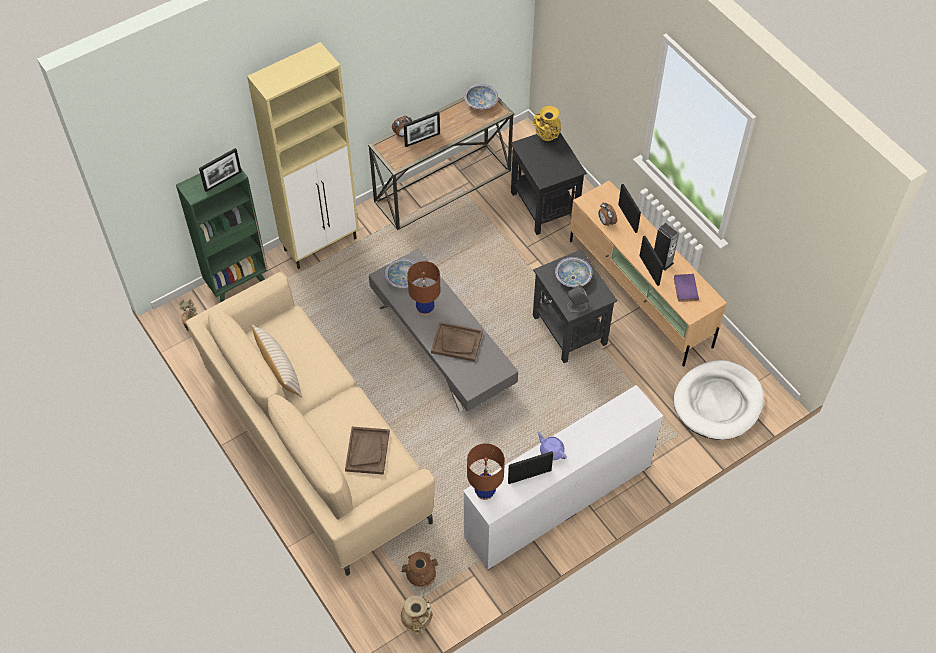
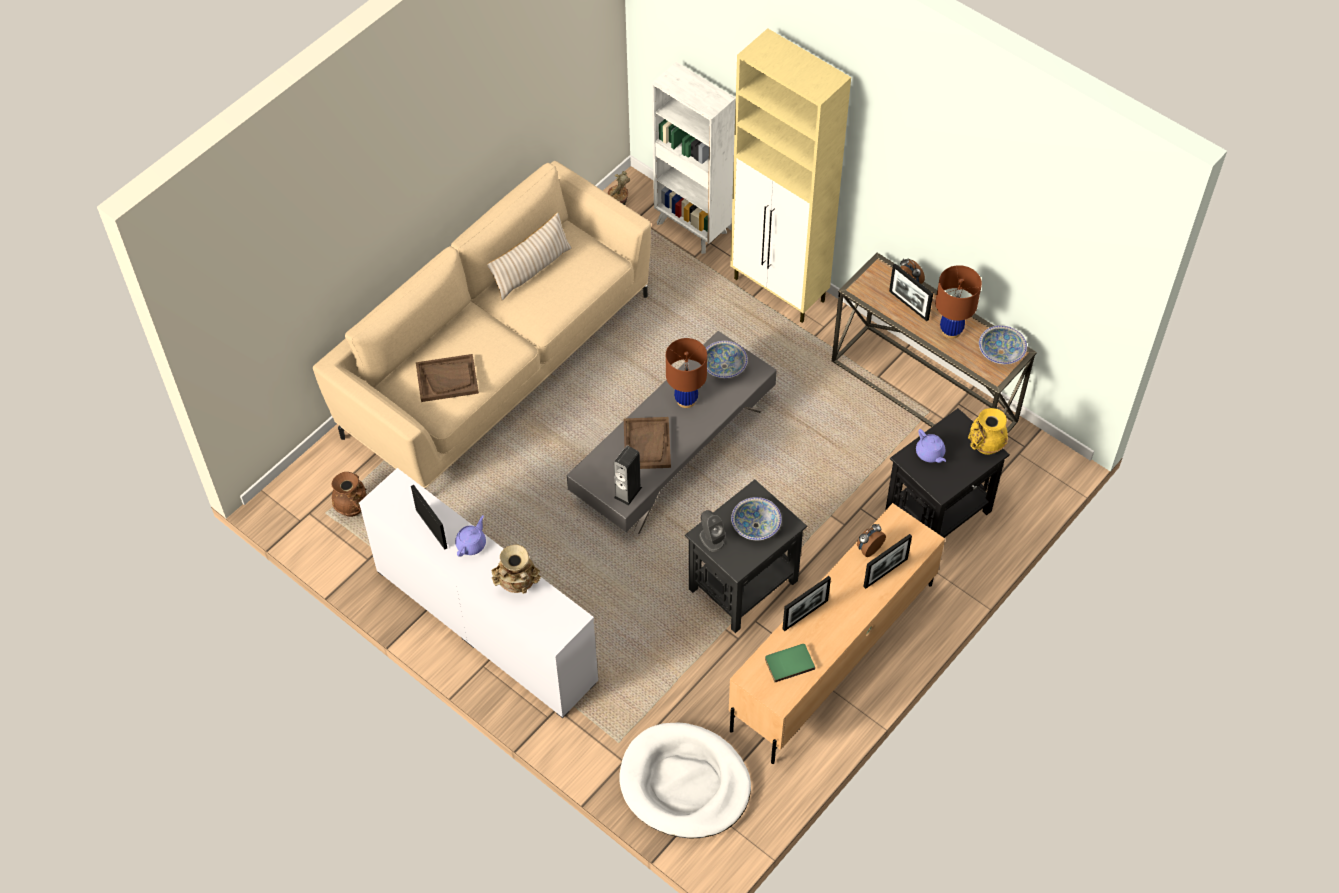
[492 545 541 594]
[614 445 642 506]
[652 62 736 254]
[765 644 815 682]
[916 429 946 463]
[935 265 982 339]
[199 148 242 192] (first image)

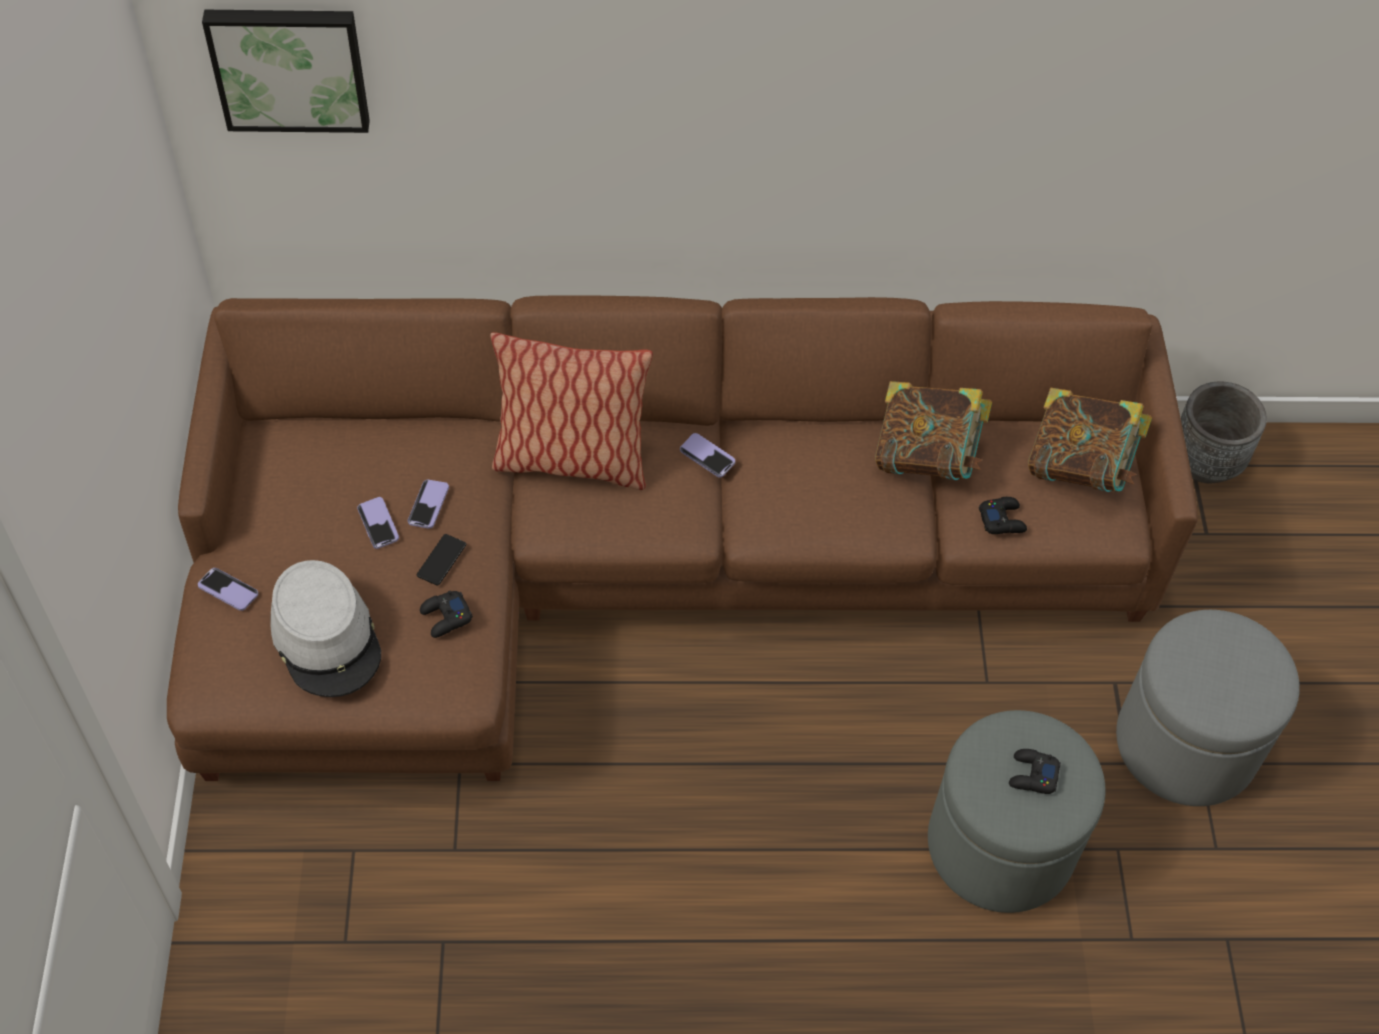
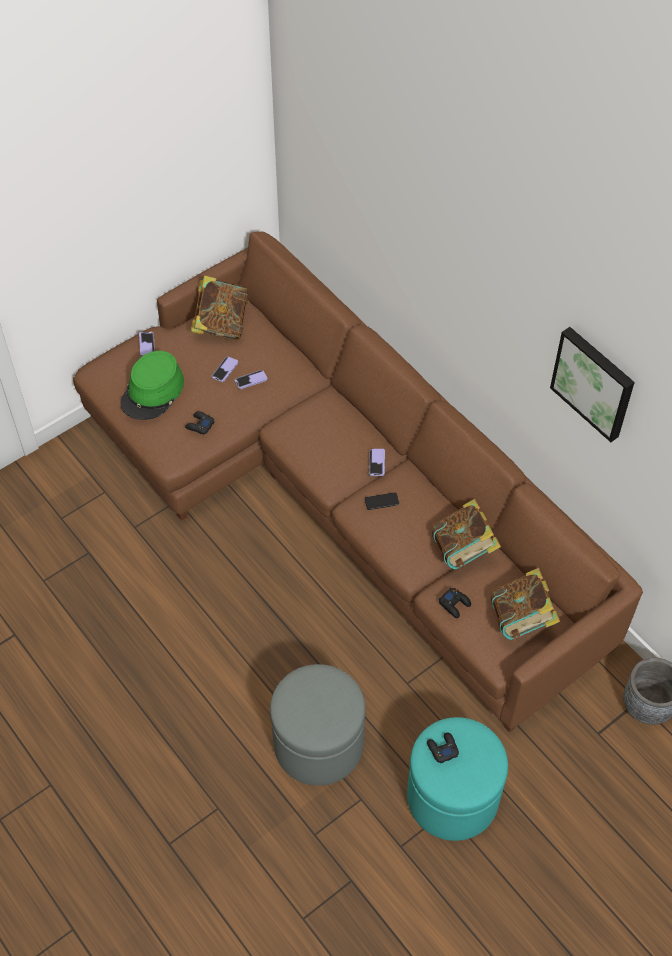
[121 351 184 420]
[190 275 248 341]
[365 492 399 510]
[407 717 508 841]
[427 733 459 763]
[550 327 635 442]
[490 332 653 490] (first image)

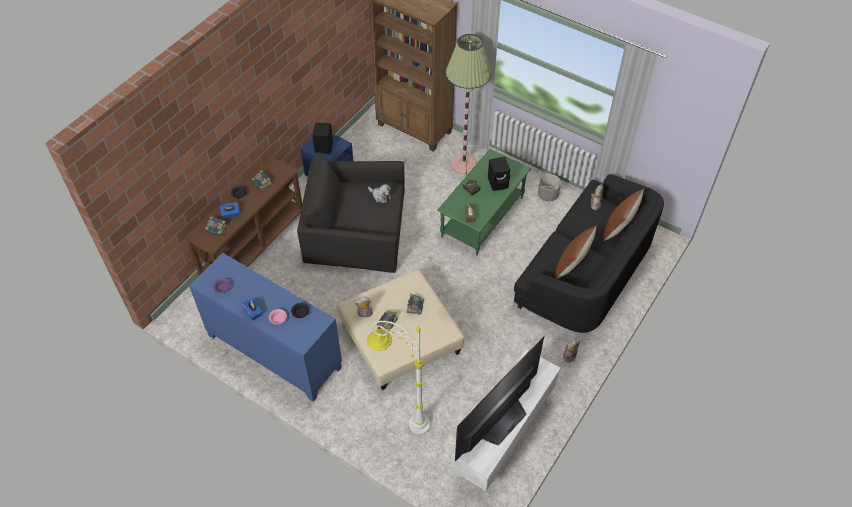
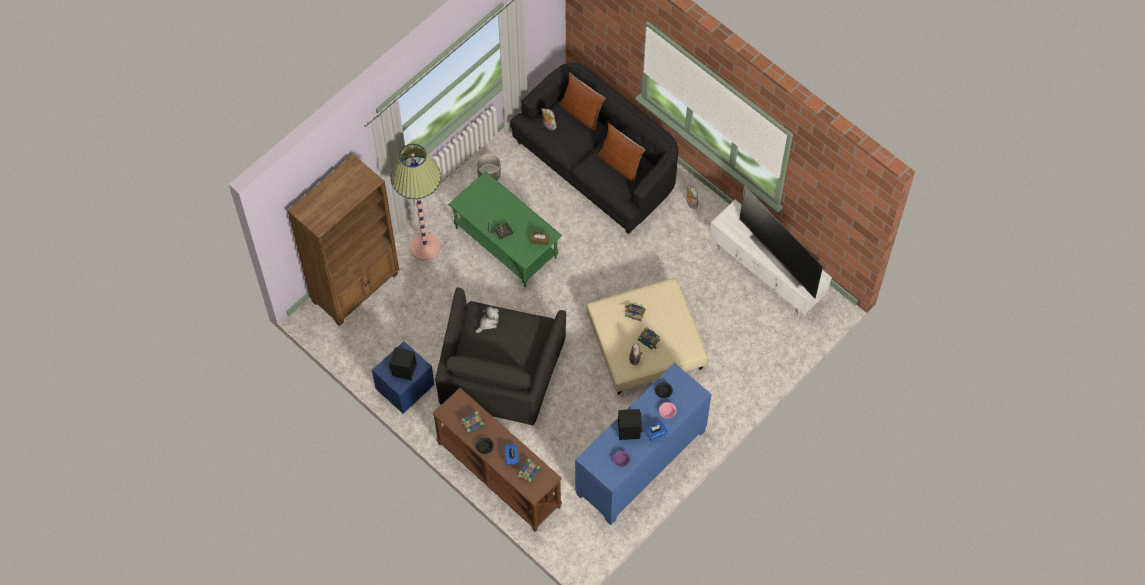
[618 409 642 440]
[367 321 430 435] (first image)

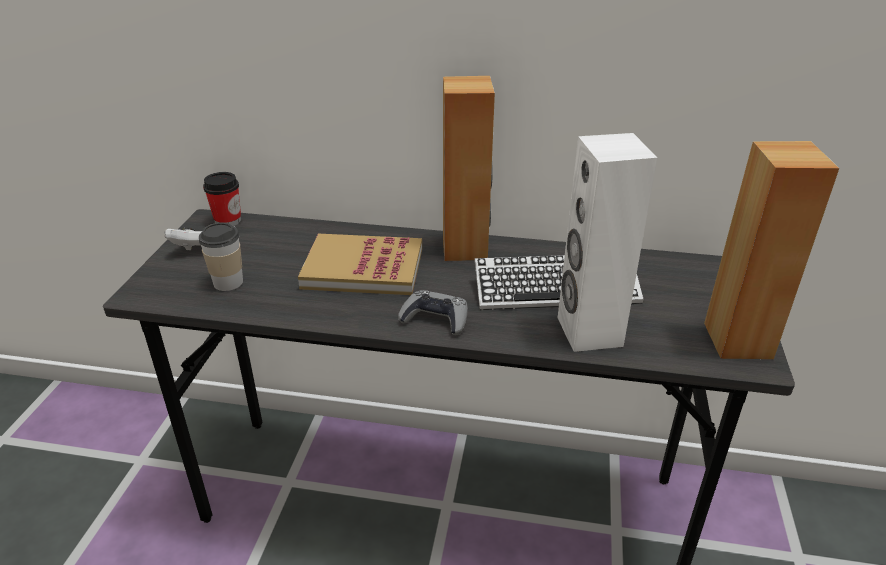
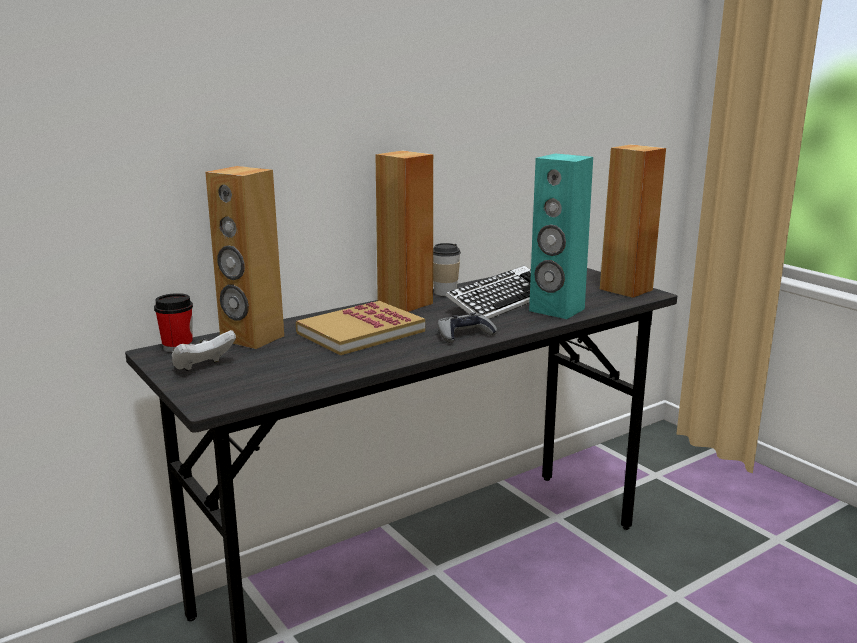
[205 166 284 349]
[433 243 461 296]
[529 153 593 319]

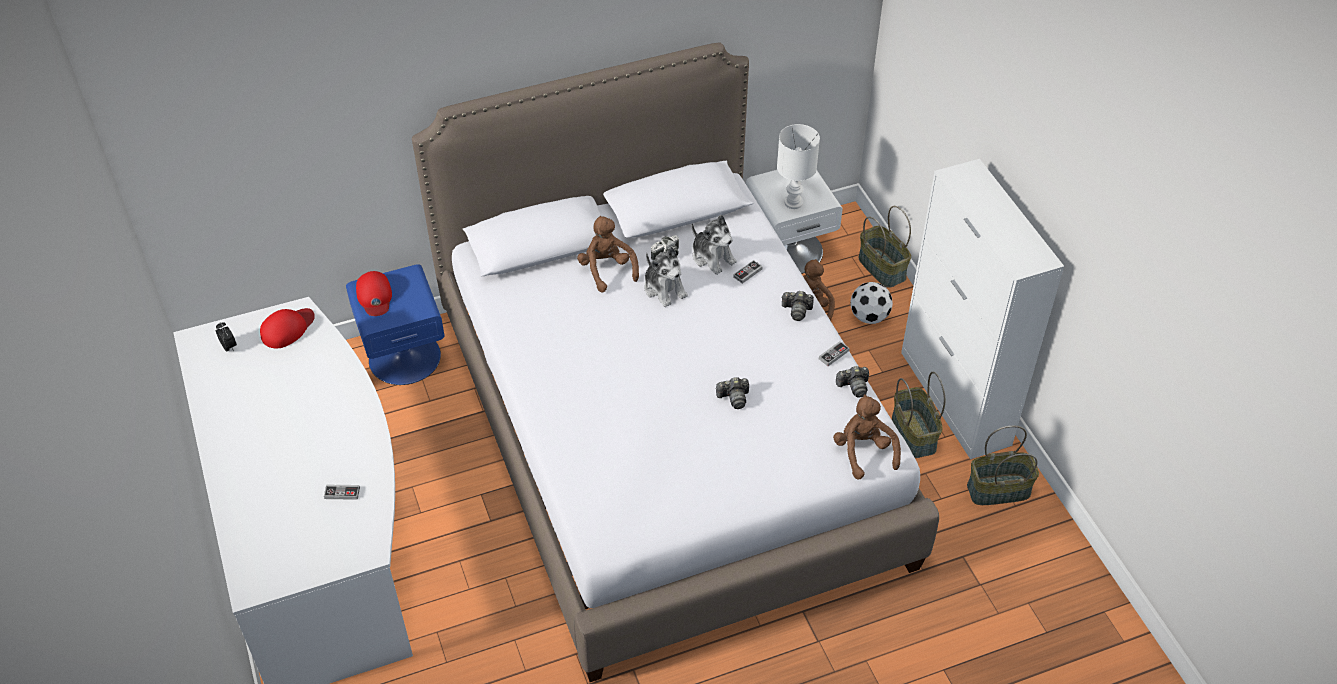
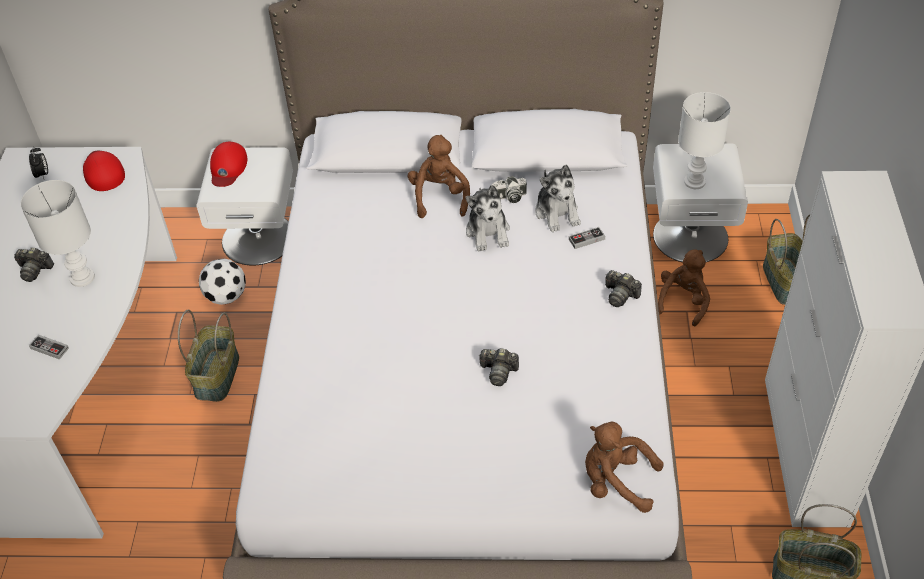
[14 247 54 282]
[21 180 95 287]
[83 151 125 191]
[178 310 239 402]
[196 147 293 266]
[199 259 246 305]
[585 422 664 513]
[819 341 849 366] (first image)

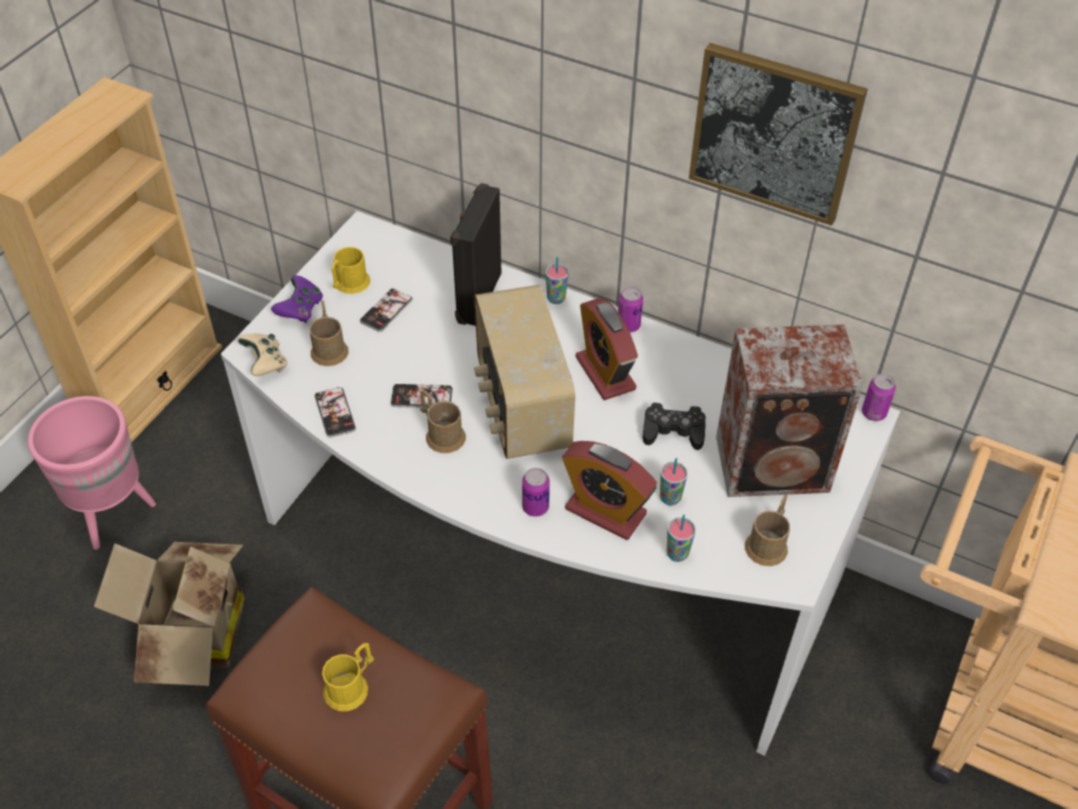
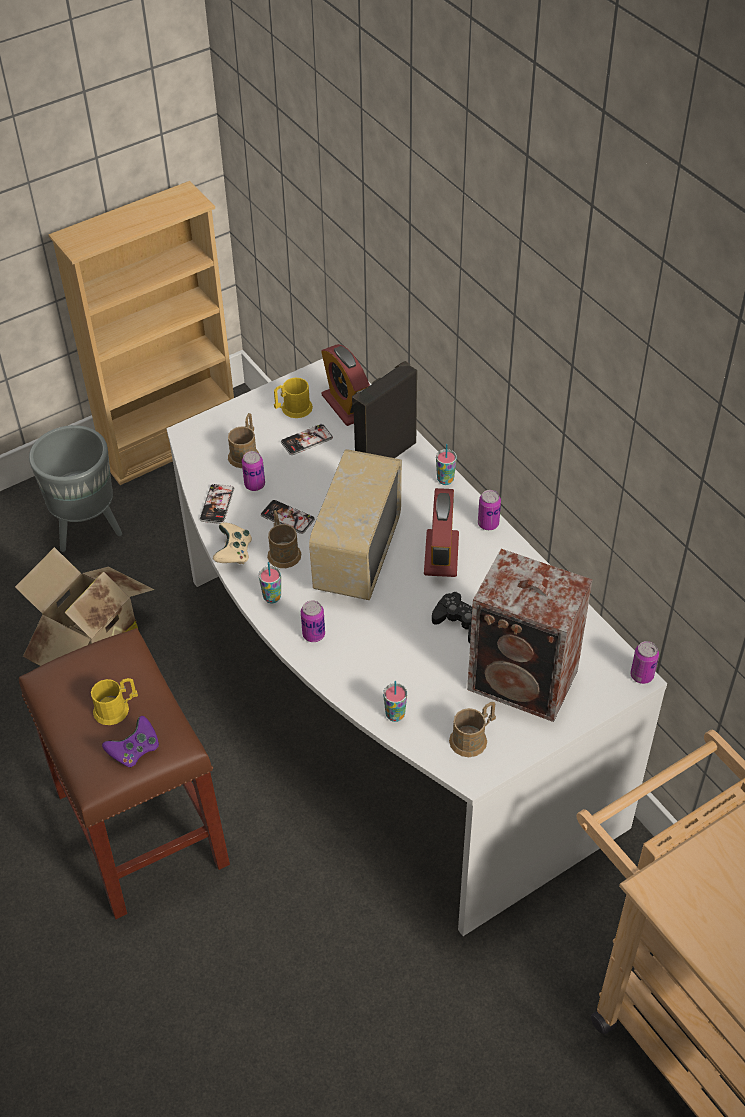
[29 425 122 552]
[102 716 159 767]
[213 522 252 564]
[242 451 265 491]
[259 562 281 603]
[321 344 370 426]
[689 43 868 226] (first image)

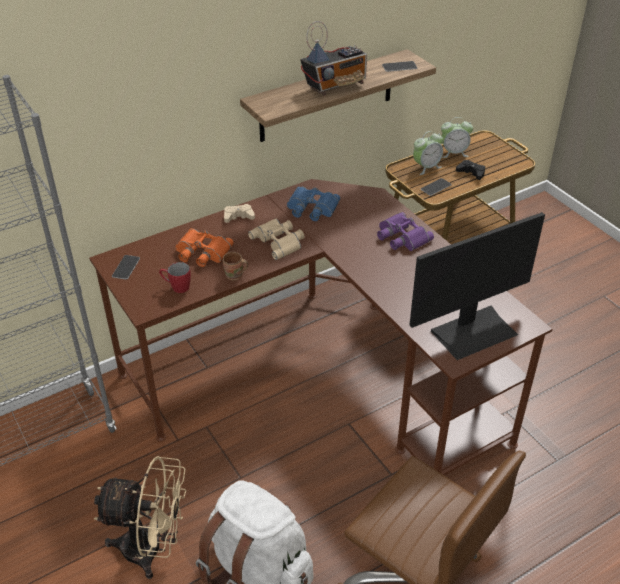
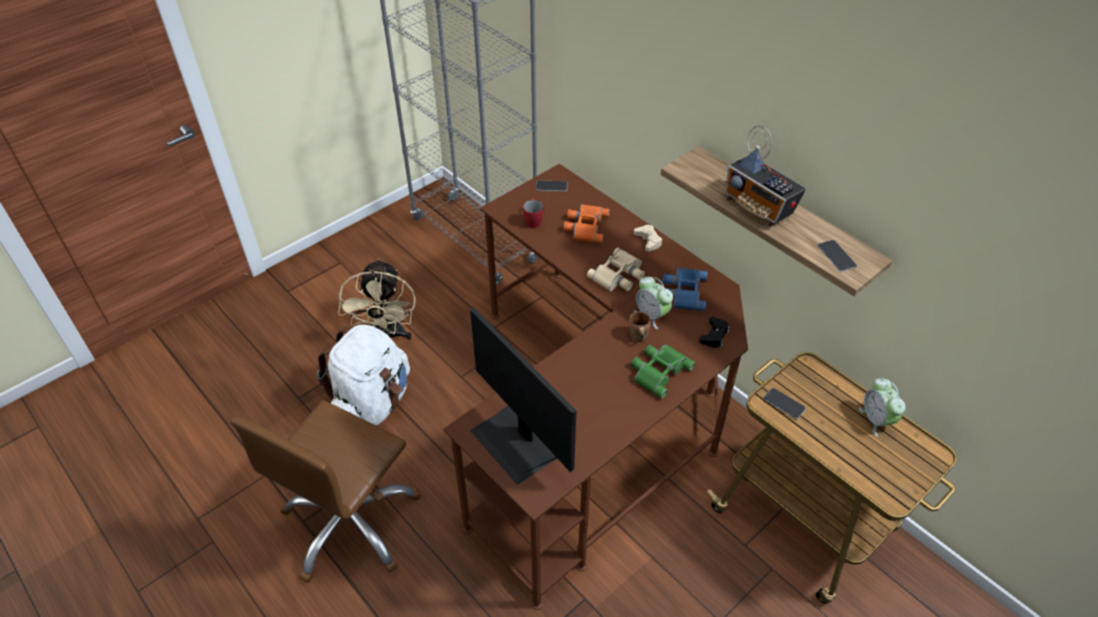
[629 312 651 341]
[631 344 695 399]
[634 277 673 329]
[699 317 730 348]

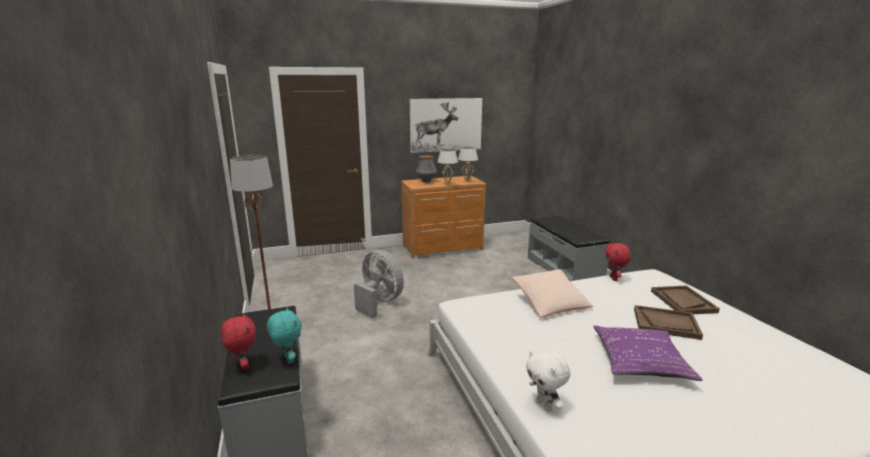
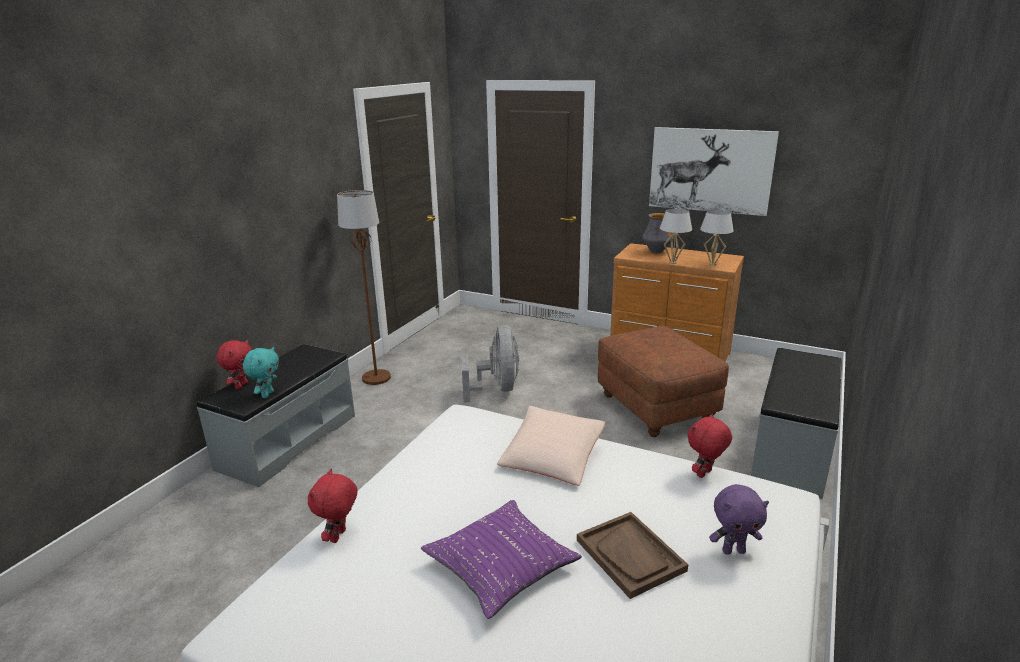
[308 469 358 543]
[598 326 729 437]
[709 484 769 555]

